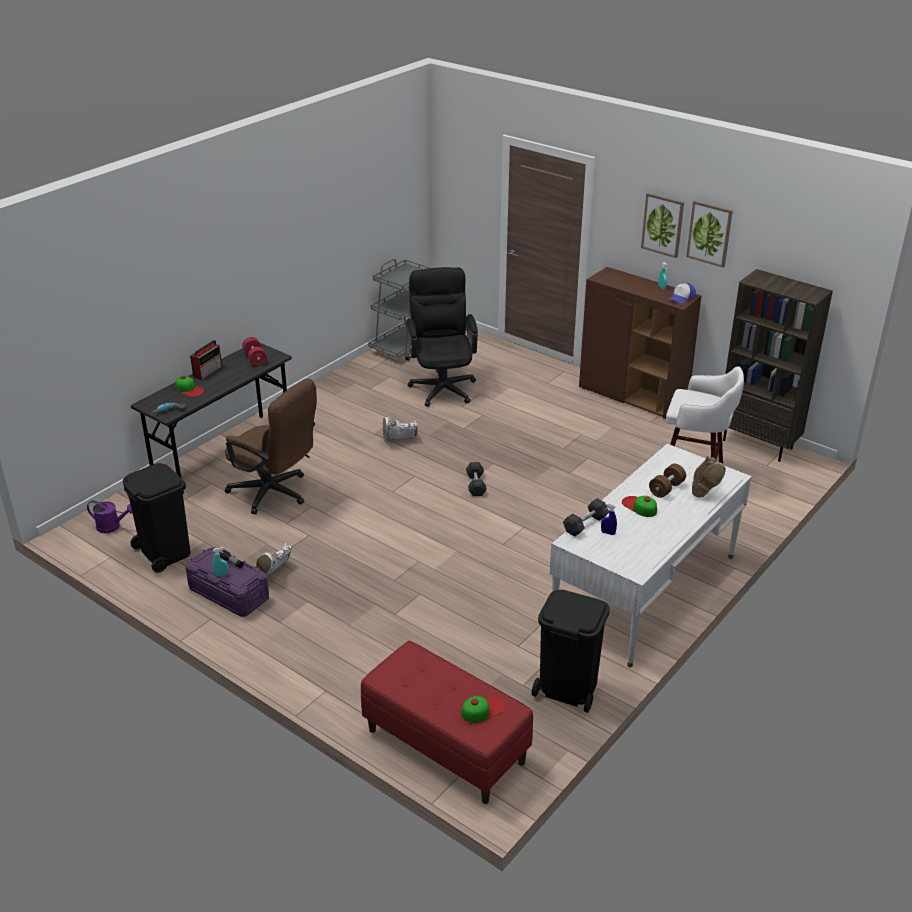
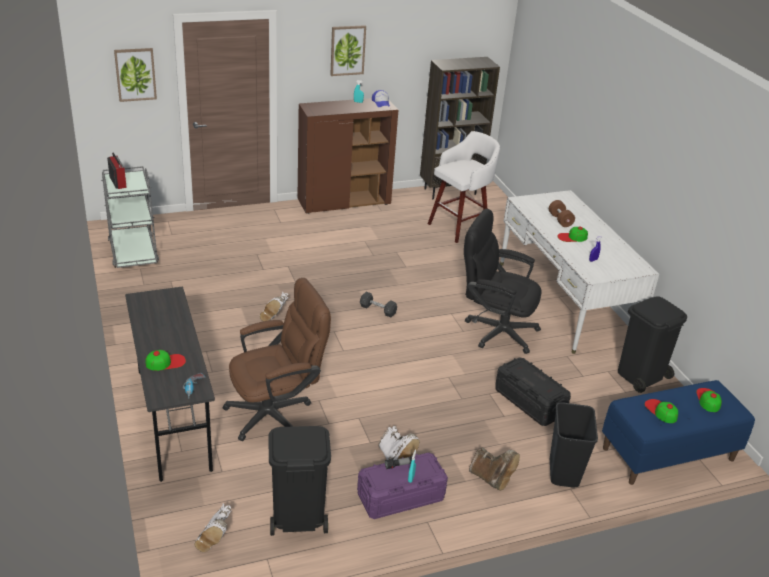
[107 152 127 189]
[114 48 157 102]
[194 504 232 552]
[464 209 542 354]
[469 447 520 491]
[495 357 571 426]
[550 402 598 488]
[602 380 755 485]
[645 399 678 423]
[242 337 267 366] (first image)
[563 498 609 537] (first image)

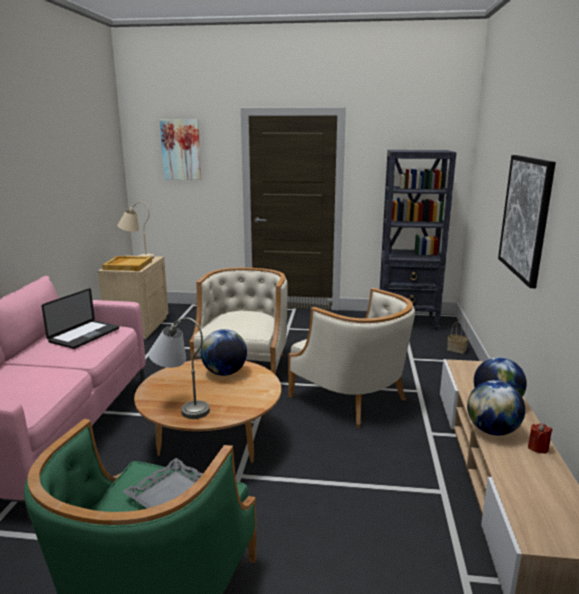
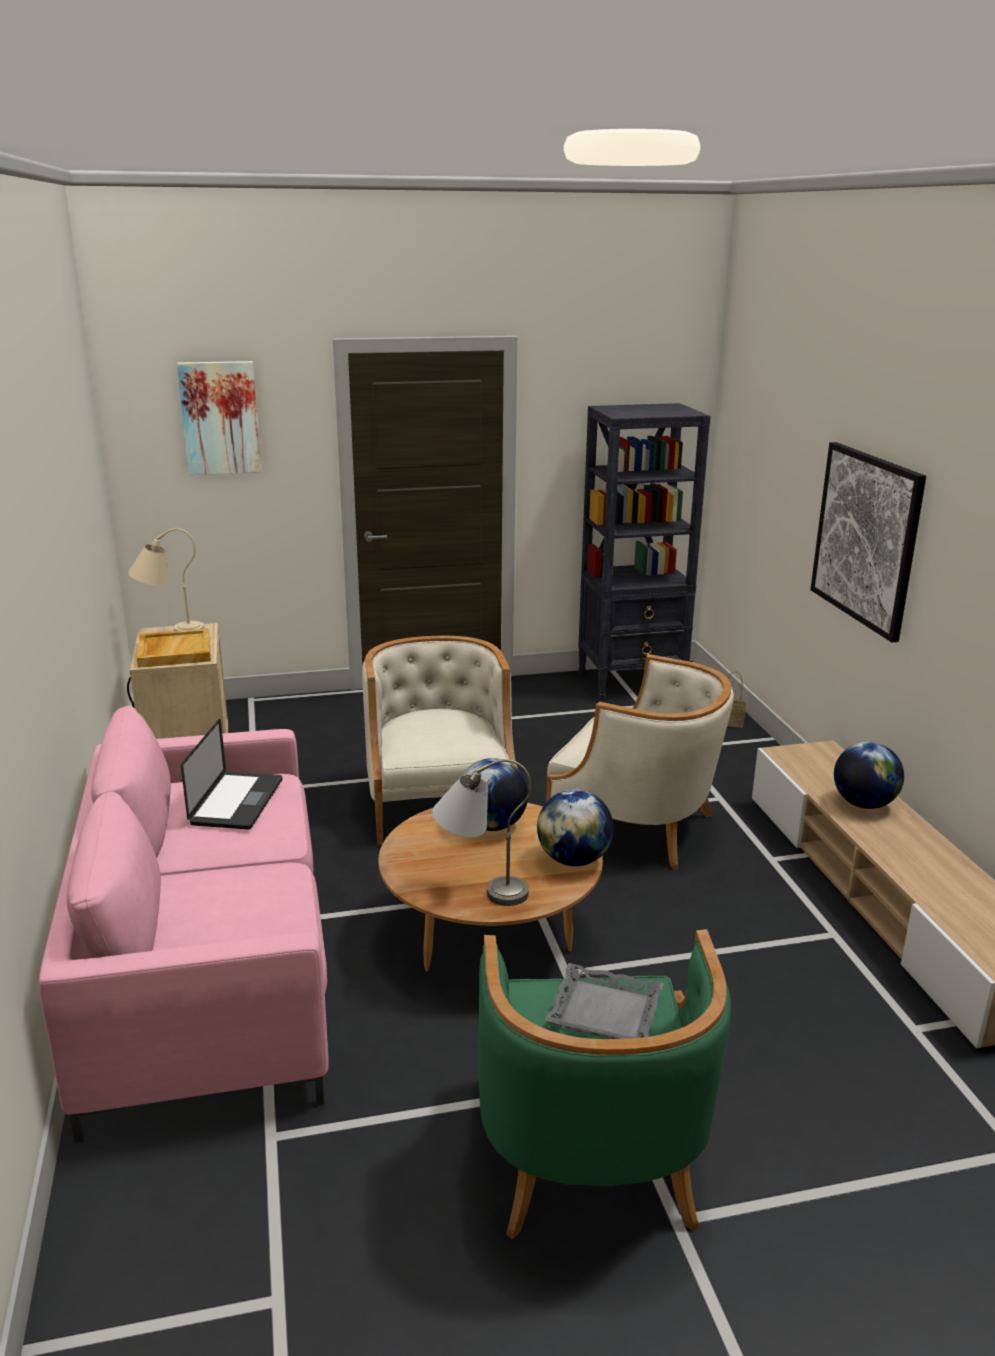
[537 789 614 866]
[528 423 552 454] (first image)

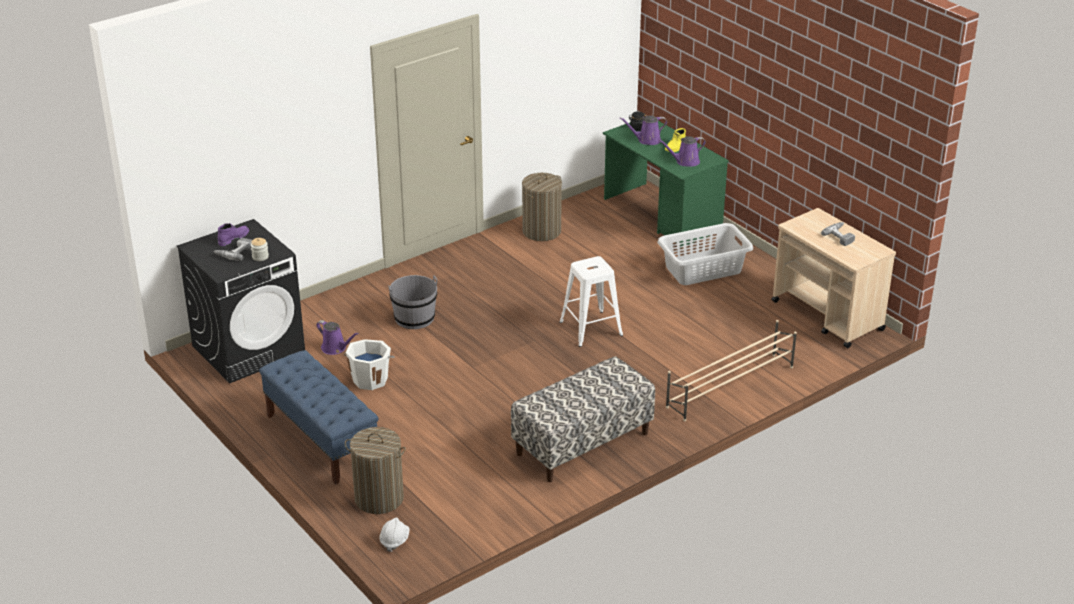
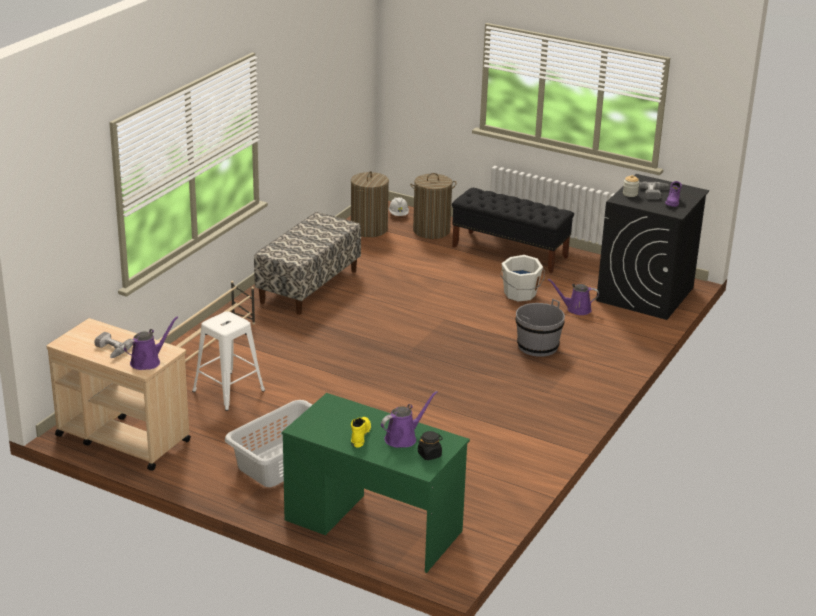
[124 316 178 370]
[192 311 265 411]
[351 171 389 237]
[452 188 574 273]

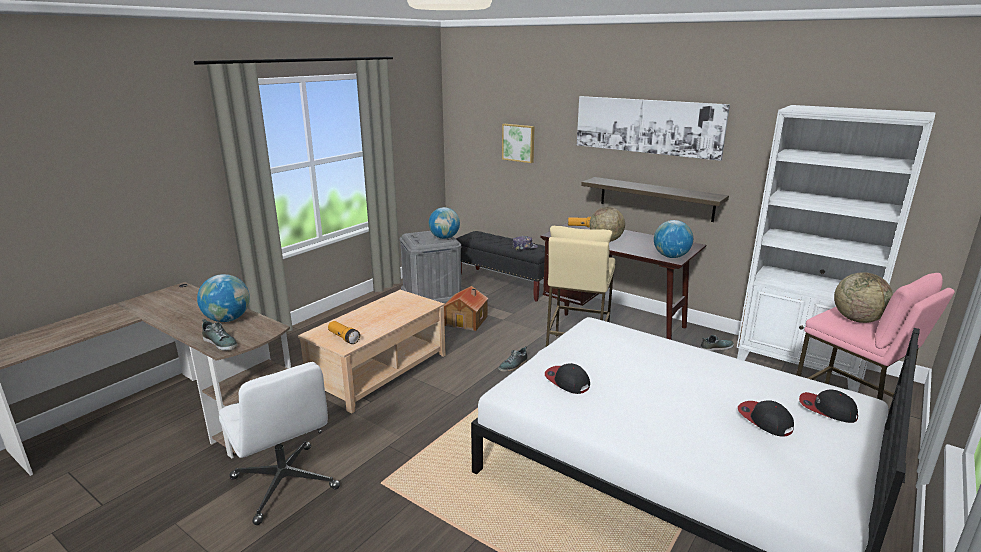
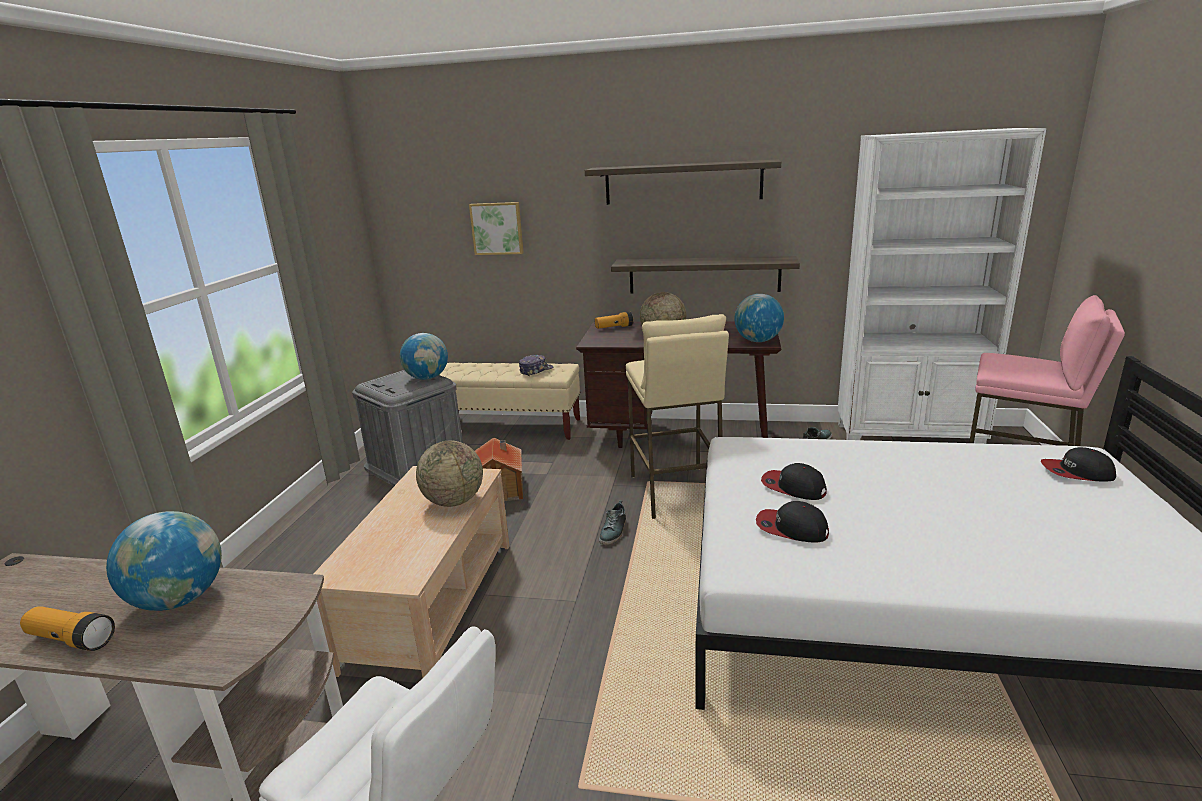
[20 606 115 651]
[416 440 483 507]
[439 363 581 440]
[585 160 781 205]
[761 463 827 500]
[202 319 237 351] (first image)

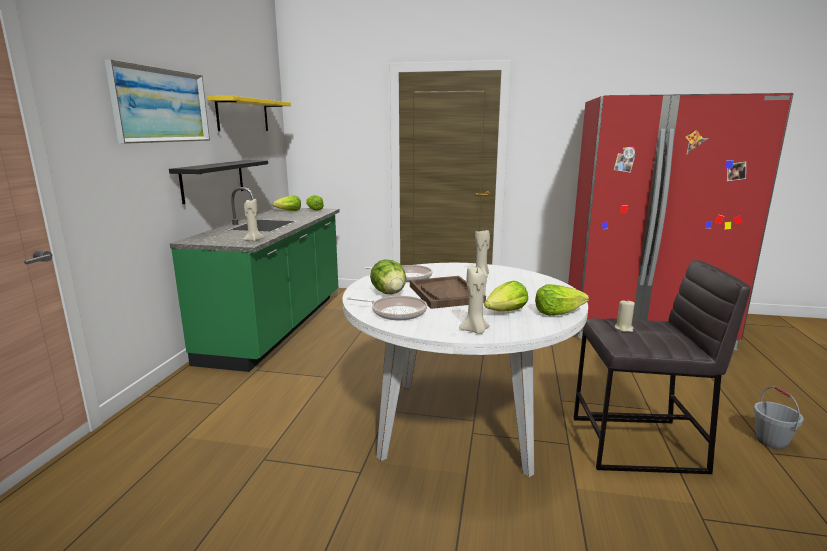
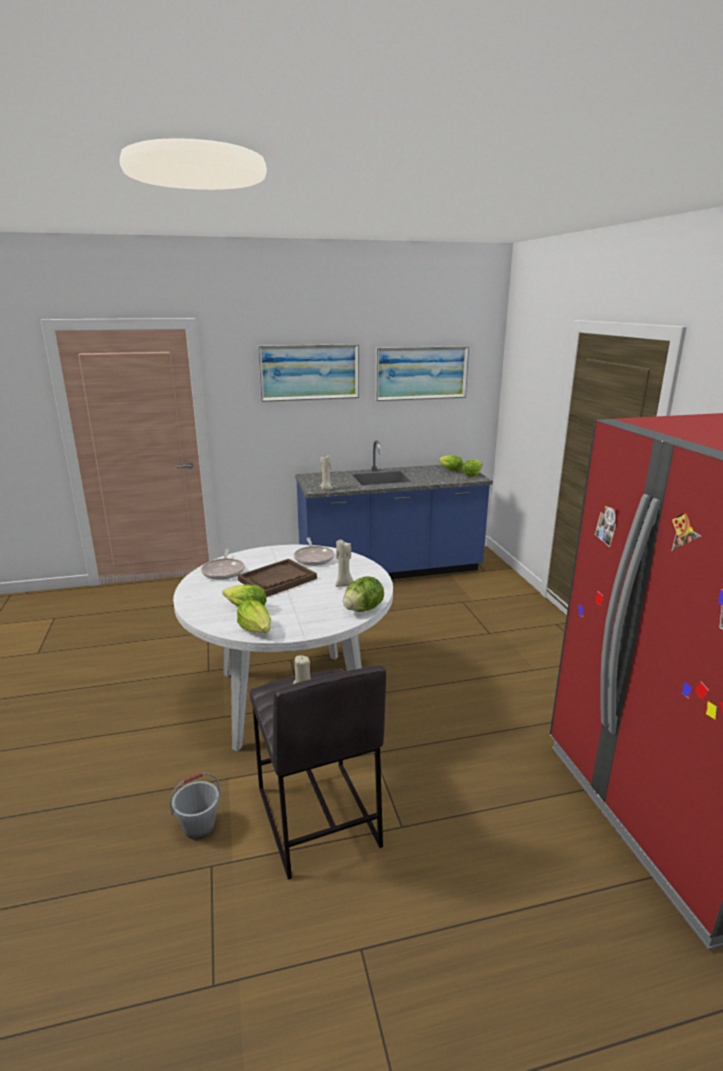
[170 772 220 840]
[295 440 493 579]
[343 577 384 612]
[375 346 469 401]
[169 160 268 204] (first image)
[459 266 490 334] (first image)

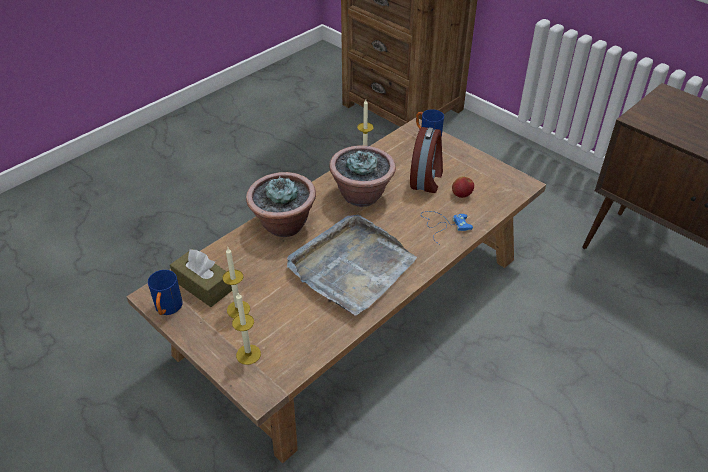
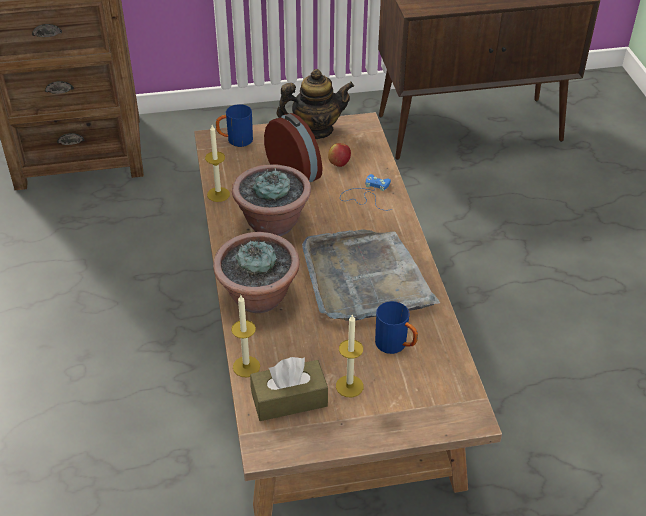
[231 295 260 377]
[277 69 354 139]
[375 301 418 354]

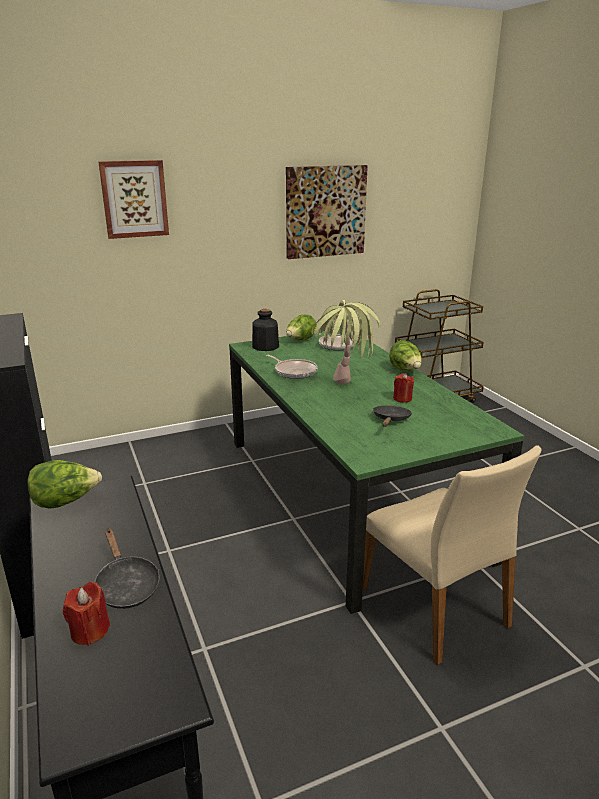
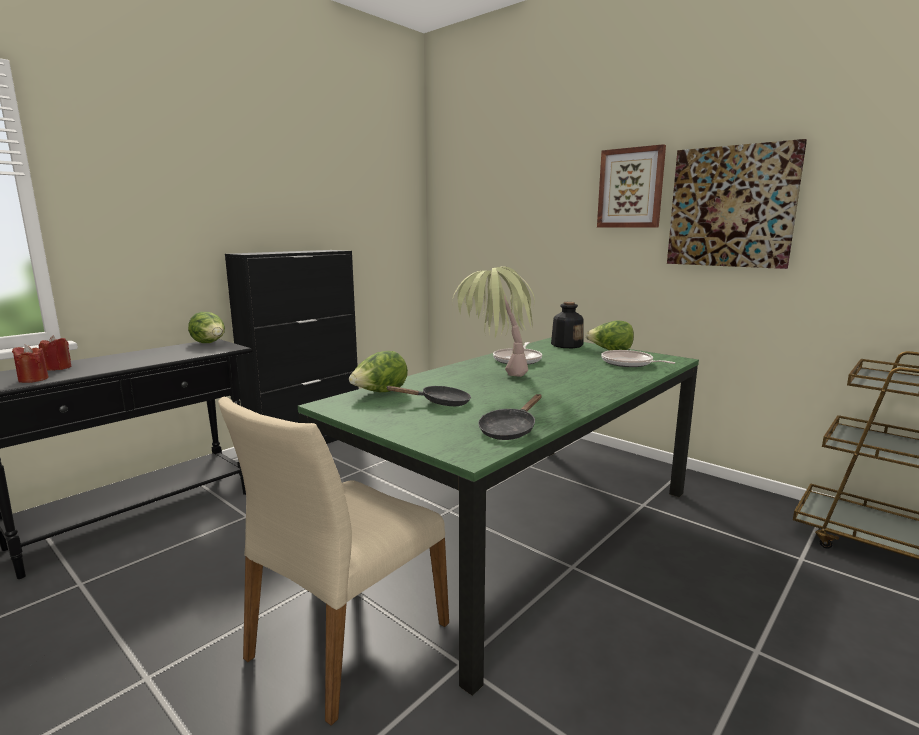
[12 345 49 383]
[349 351 408 392]
[478 394 542 440]
[597 144 666 228]

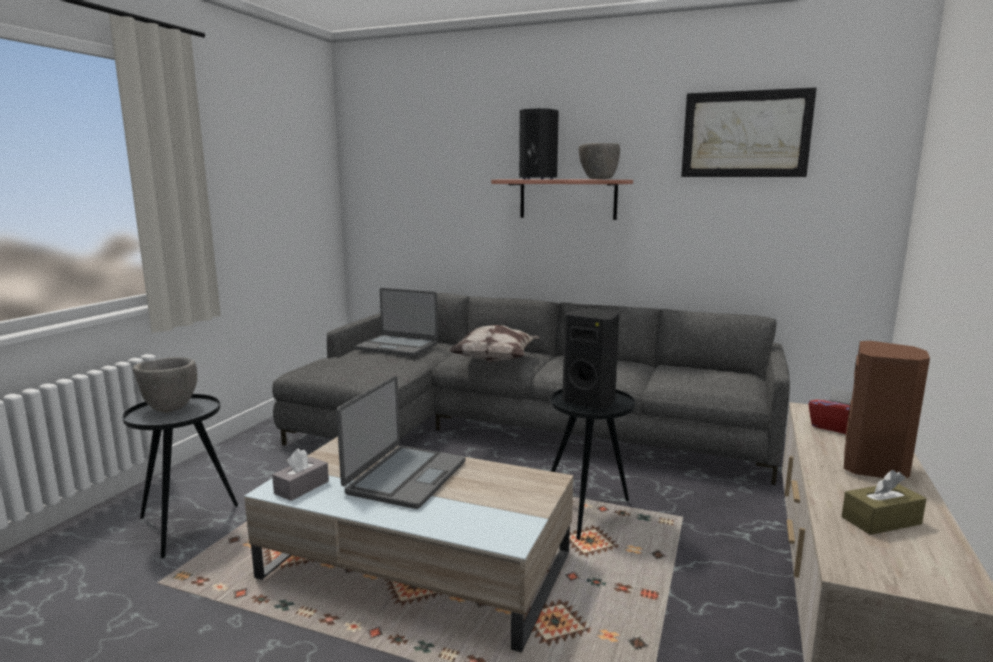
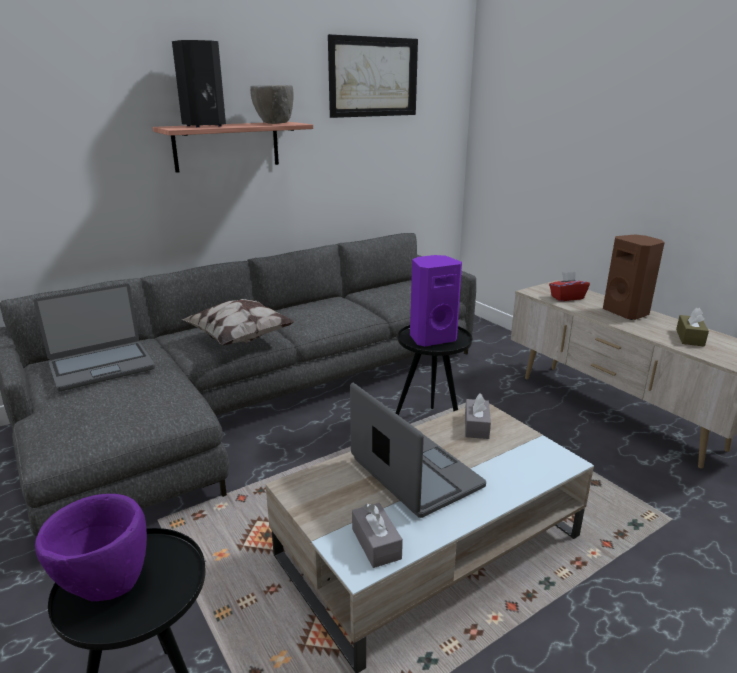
[35 494 147 602]
[410 255 462 346]
[465 393 491 439]

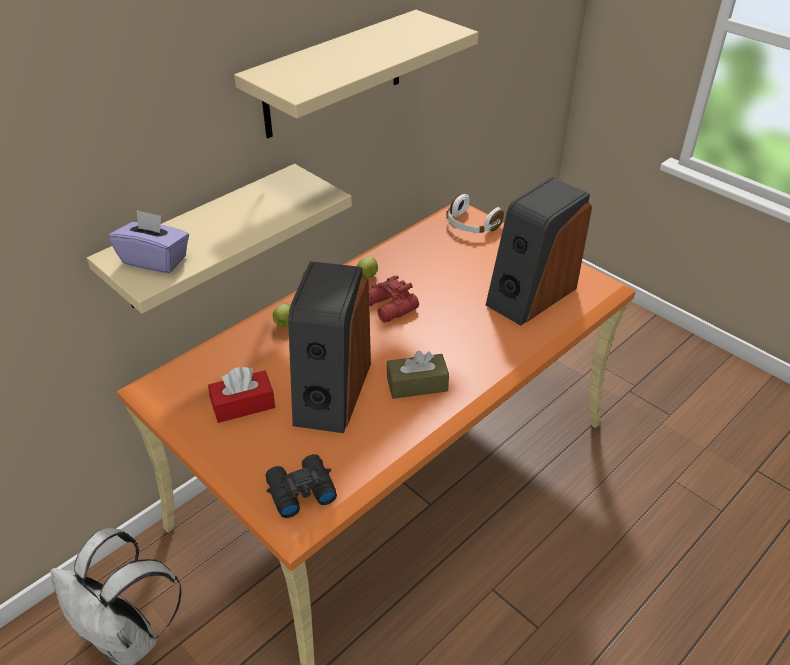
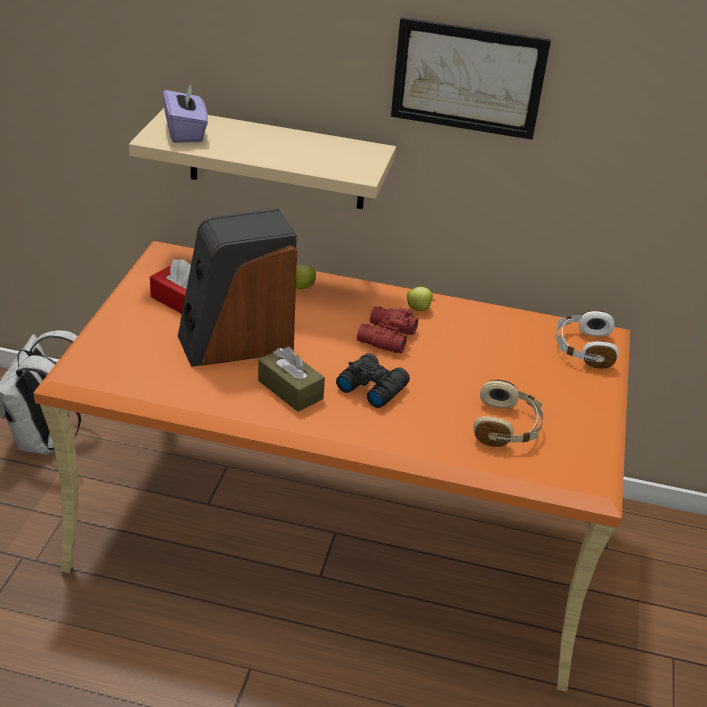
[336 353 410 408]
[391 17 551 140]
[473 380 544 447]

